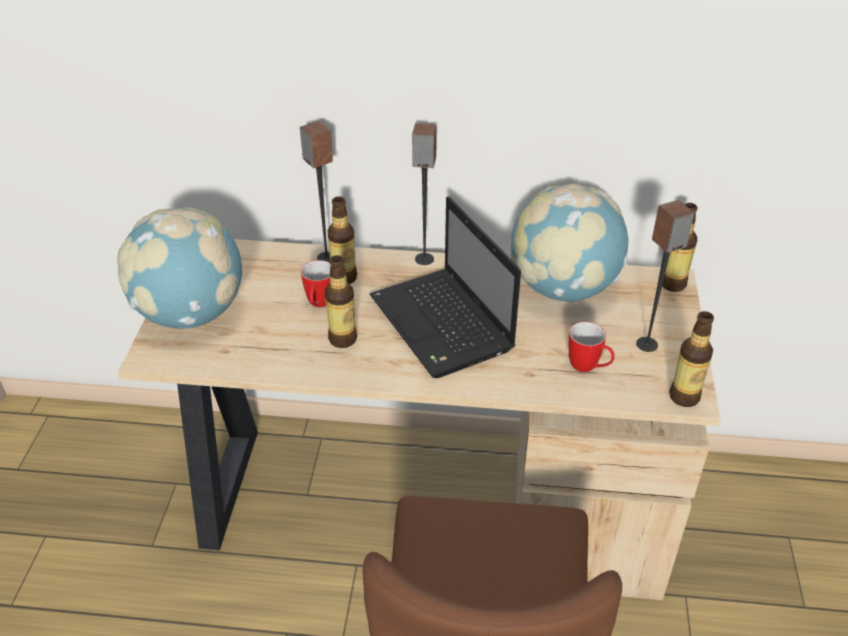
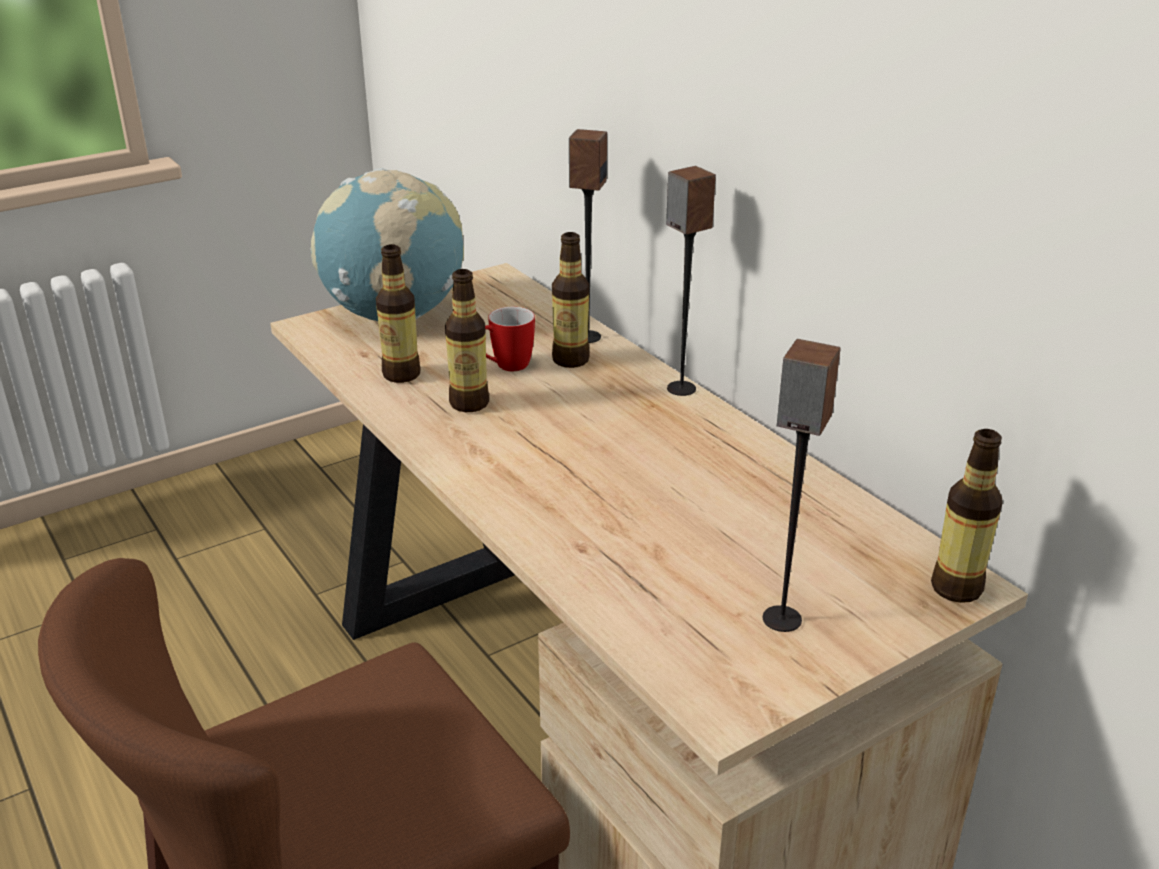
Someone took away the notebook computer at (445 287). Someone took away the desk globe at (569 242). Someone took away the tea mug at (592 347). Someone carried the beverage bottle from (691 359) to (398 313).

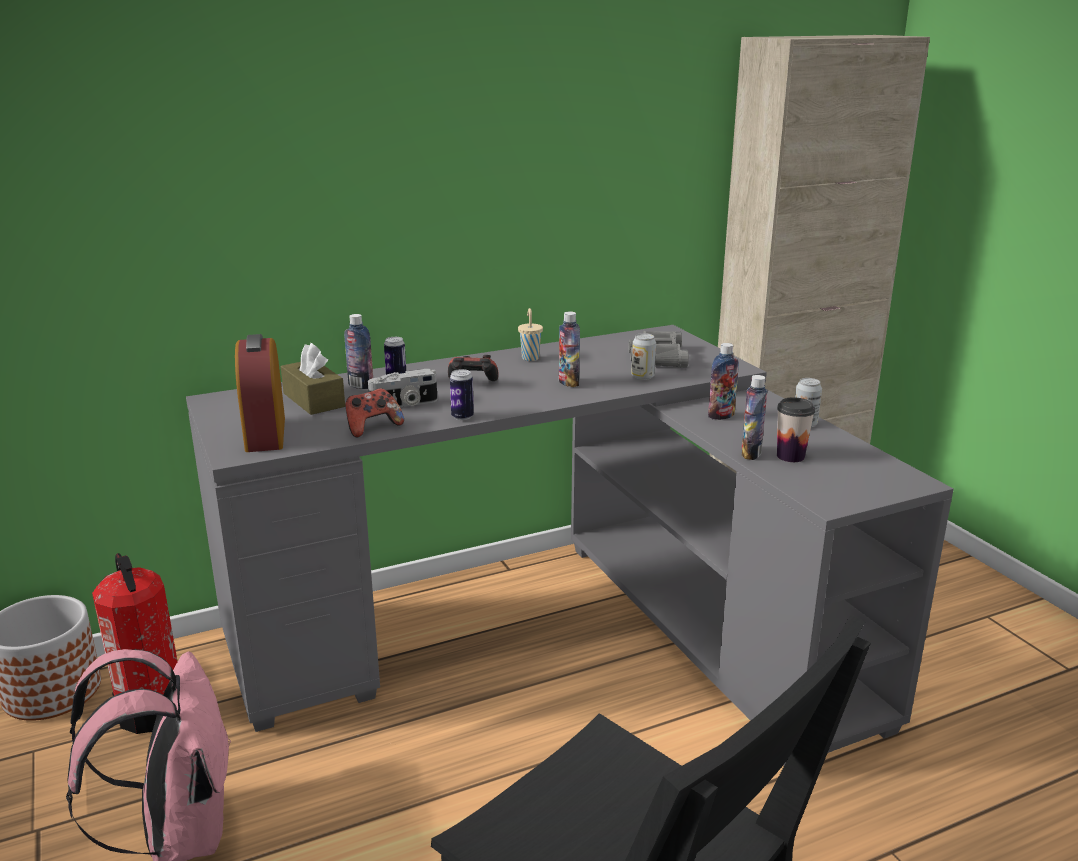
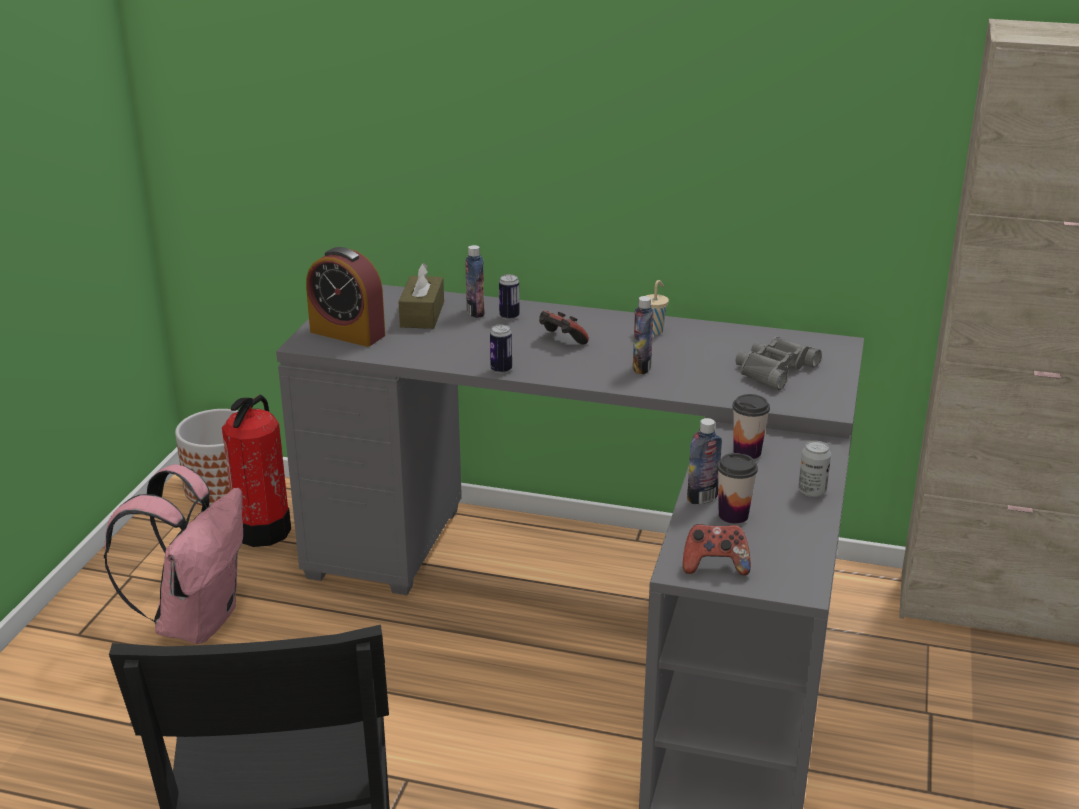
Someone rotated the alarm clock at (260 393) by 90 degrees counterclockwise. Someone carried the game controller from (374 412) to (717 549). Someone took away the photo camera at (402 388). Someone took away the can at (643 356). Someone swapped the beverage bottle at (723 381) for the cup at (751 426).

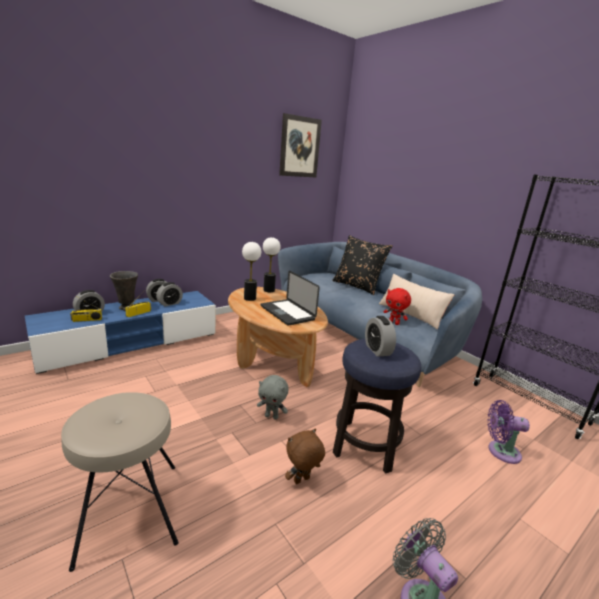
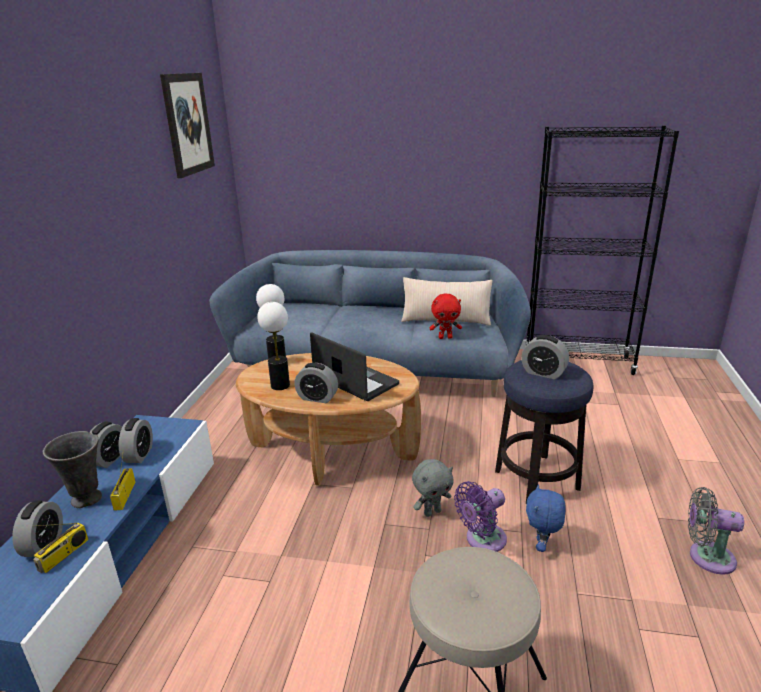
Someone rotated the notebook computer at (290 298) by 150 degrees counterclockwise. Someone repainted the brown soft toy at (305 456), which became the blue-coloured soft toy at (546 518). Someone took away the black-coloured cushion at (362 265). Someone carried the purple-coloured cooling fan from (508 432) to (480 516). Someone put down the alarm clock at (316 383).

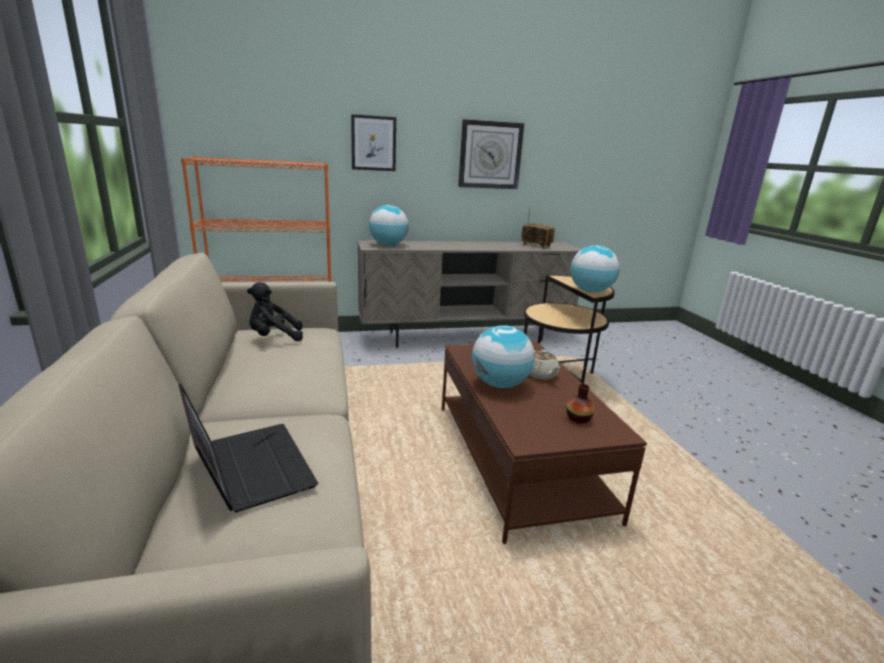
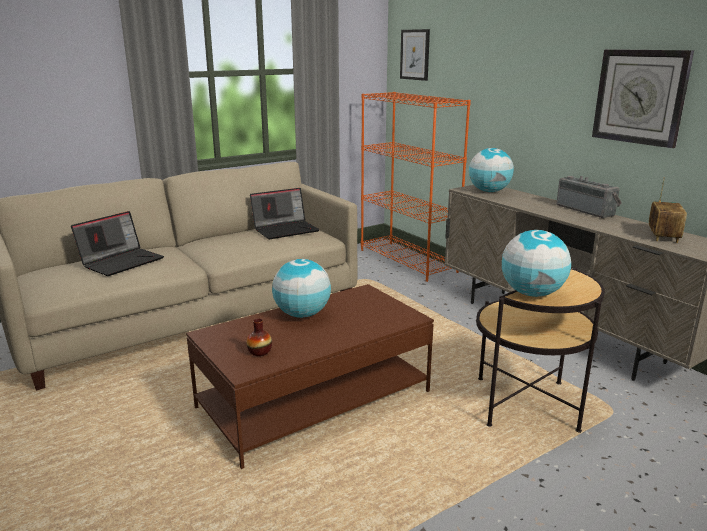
Someone swapped the black-coloured soft toy at (275 311) for the notebook computer at (285 213). Someone carried the wall art from (373 142) to (415 55). Someone took away the sand-coloured tea pot at (545 365). Someone put down the radio at (589 197).

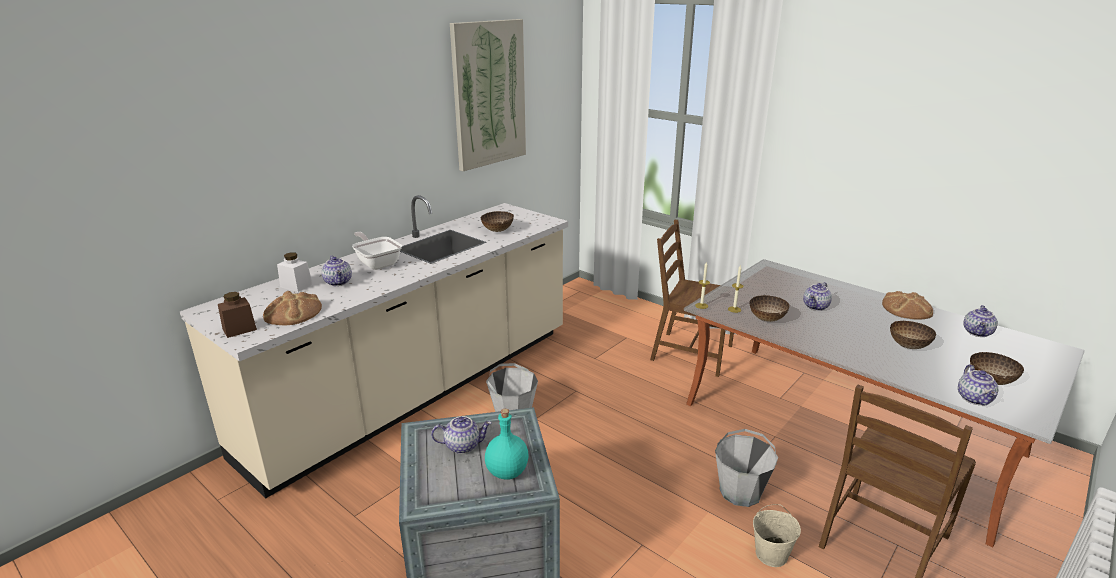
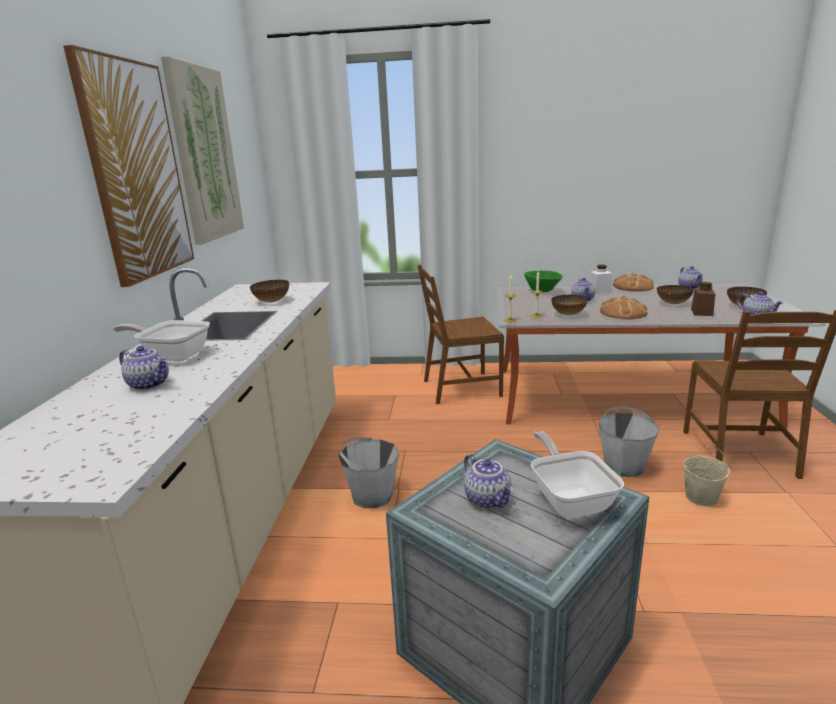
Someone carried the brown storage jar from (237 315) to (703 299). Someone carried the bakery bread from (292 308) to (624 307). Someone carried the whitish storage jar from (295 272) to (601 279). Someone rotated the tea pot at (461 435) by 105 degrees clockwise. Someone swapped the turquoise-coloured beverage bottle at (507 444) for the pan at (577 474). Someone put up the wall art at (128 166). Someone put down the greenish bowl at (543 281).

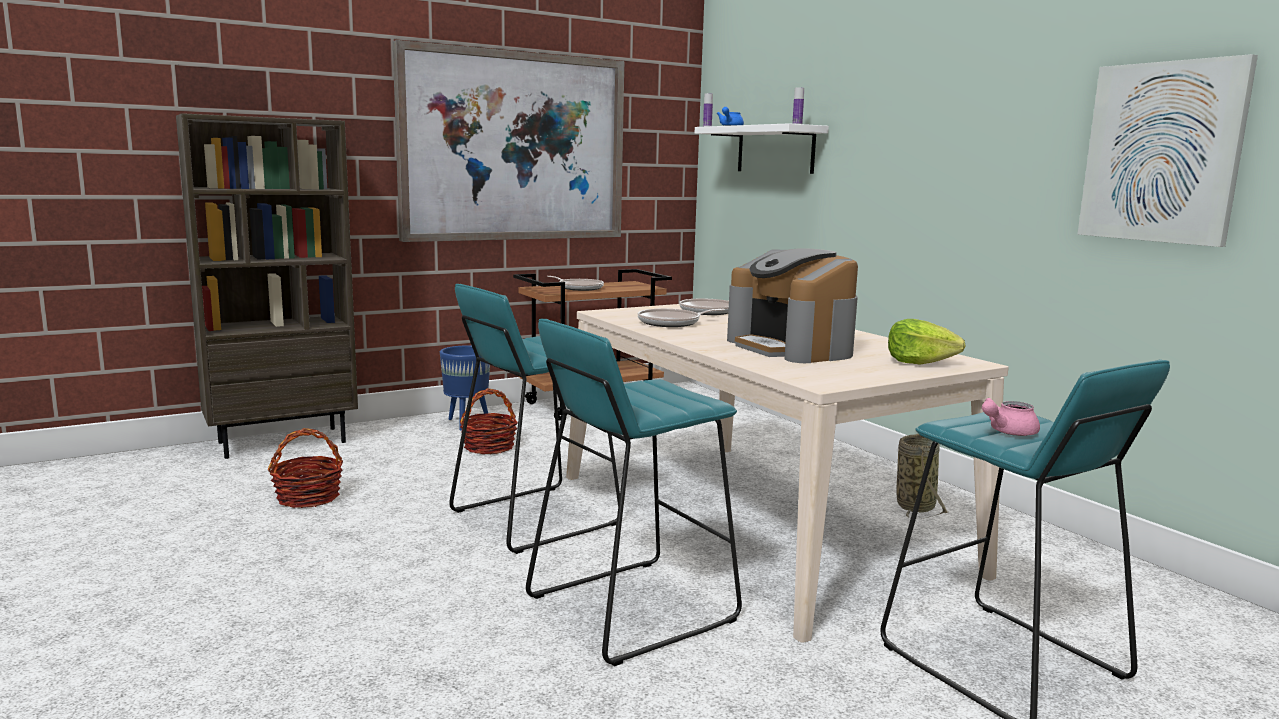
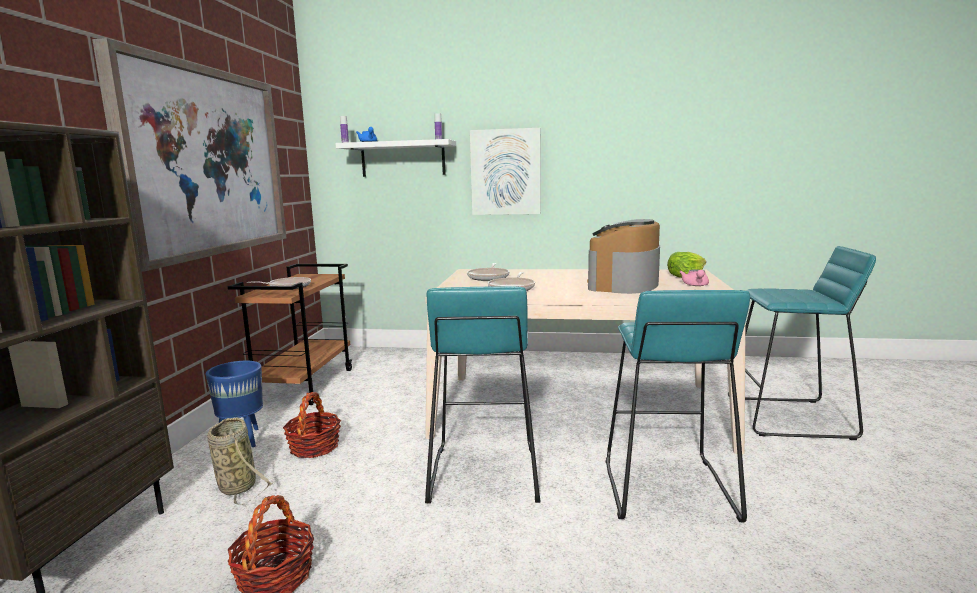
Someone rotated the coffee brewer at (792 305) by 105 degrees clockwise. Someone carried the storage basket from (922 476) to (239 461). Someone carried the pink tea pot from (1011 417) to (694 277). Someone carried the wall art from (1168 150) to (505 171).

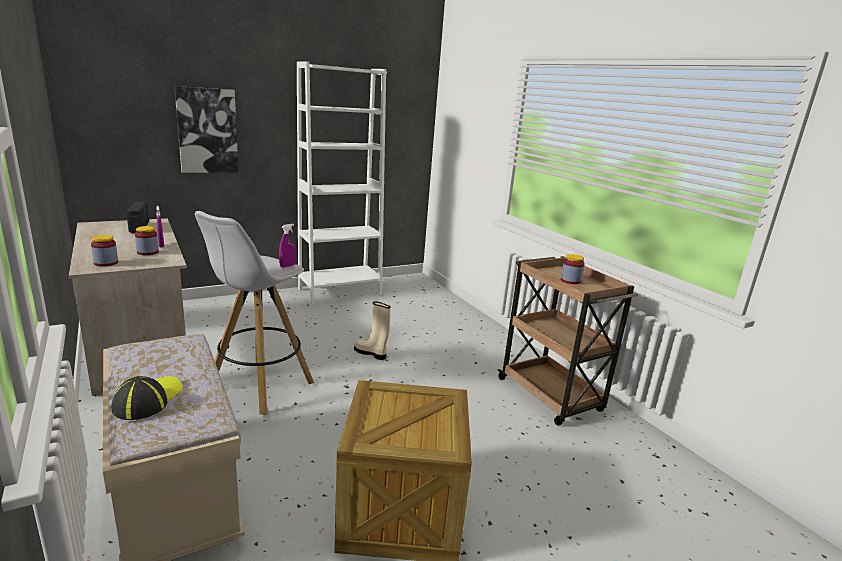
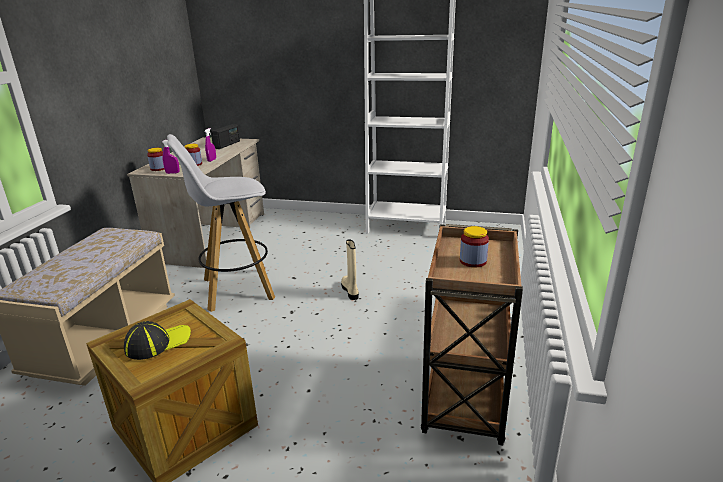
Someone carried the baseball cap from (147 398) to (157 340). Someone took away the wall art at (206 129). Someone carried the purple-coloured spray bottle from (287 246) to (171 157).

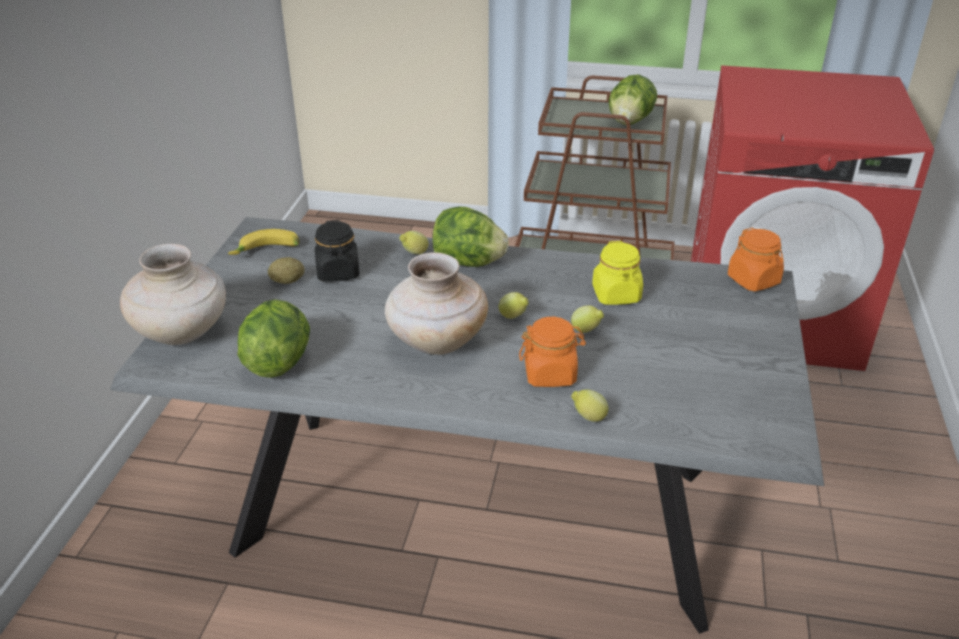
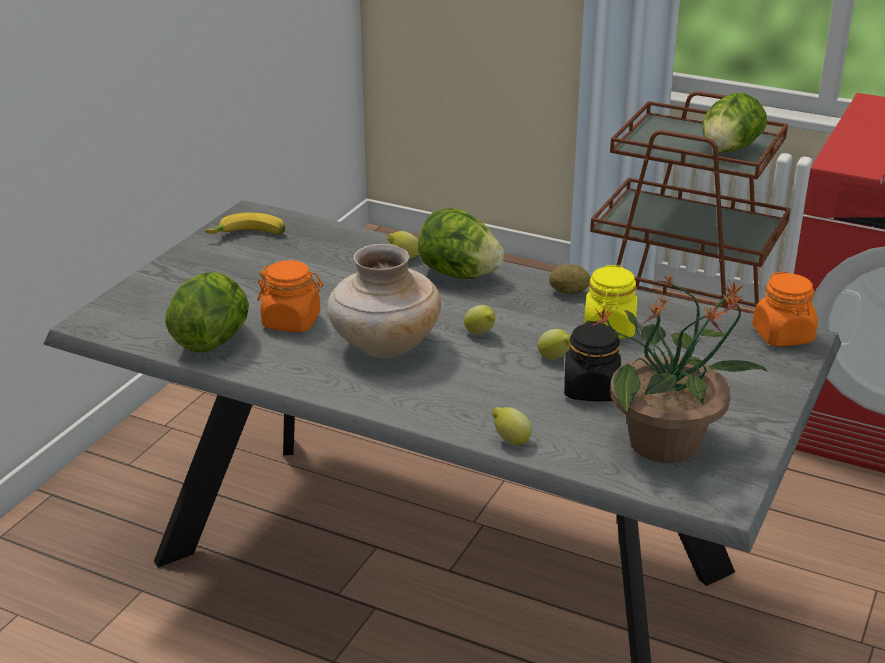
Someone took away the sand-coloured vase at (173 294). Someone carried the whole potato from (286 270) to (569 279). Someone carried the black-coloured storage jar from (337 251) to (592 361). Someone carried the orange storage jar from (552 352) to (290 296). Someone put down the plant in a pot at (679 368).

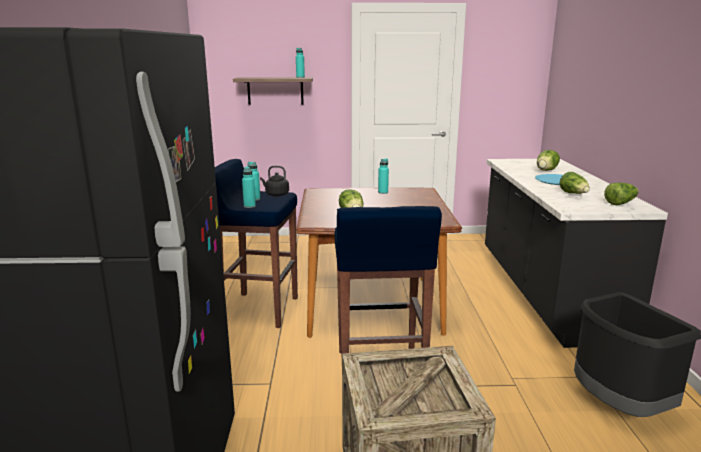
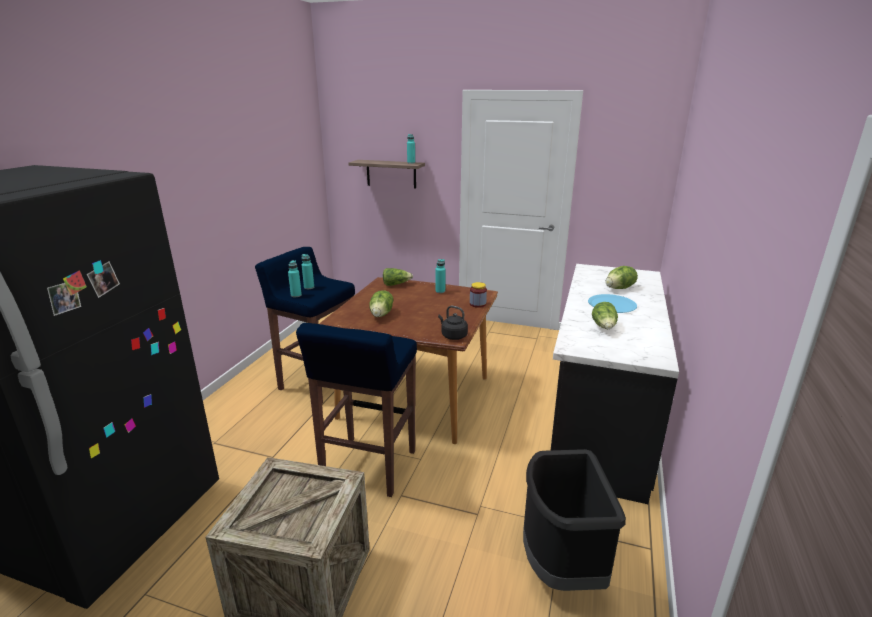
Someone carried the black-coloured kettle from (274 181) to (453 323). Someone carried the lettuce from (621 193) to (398 277). Someone put down the storage jar at (478 295).

